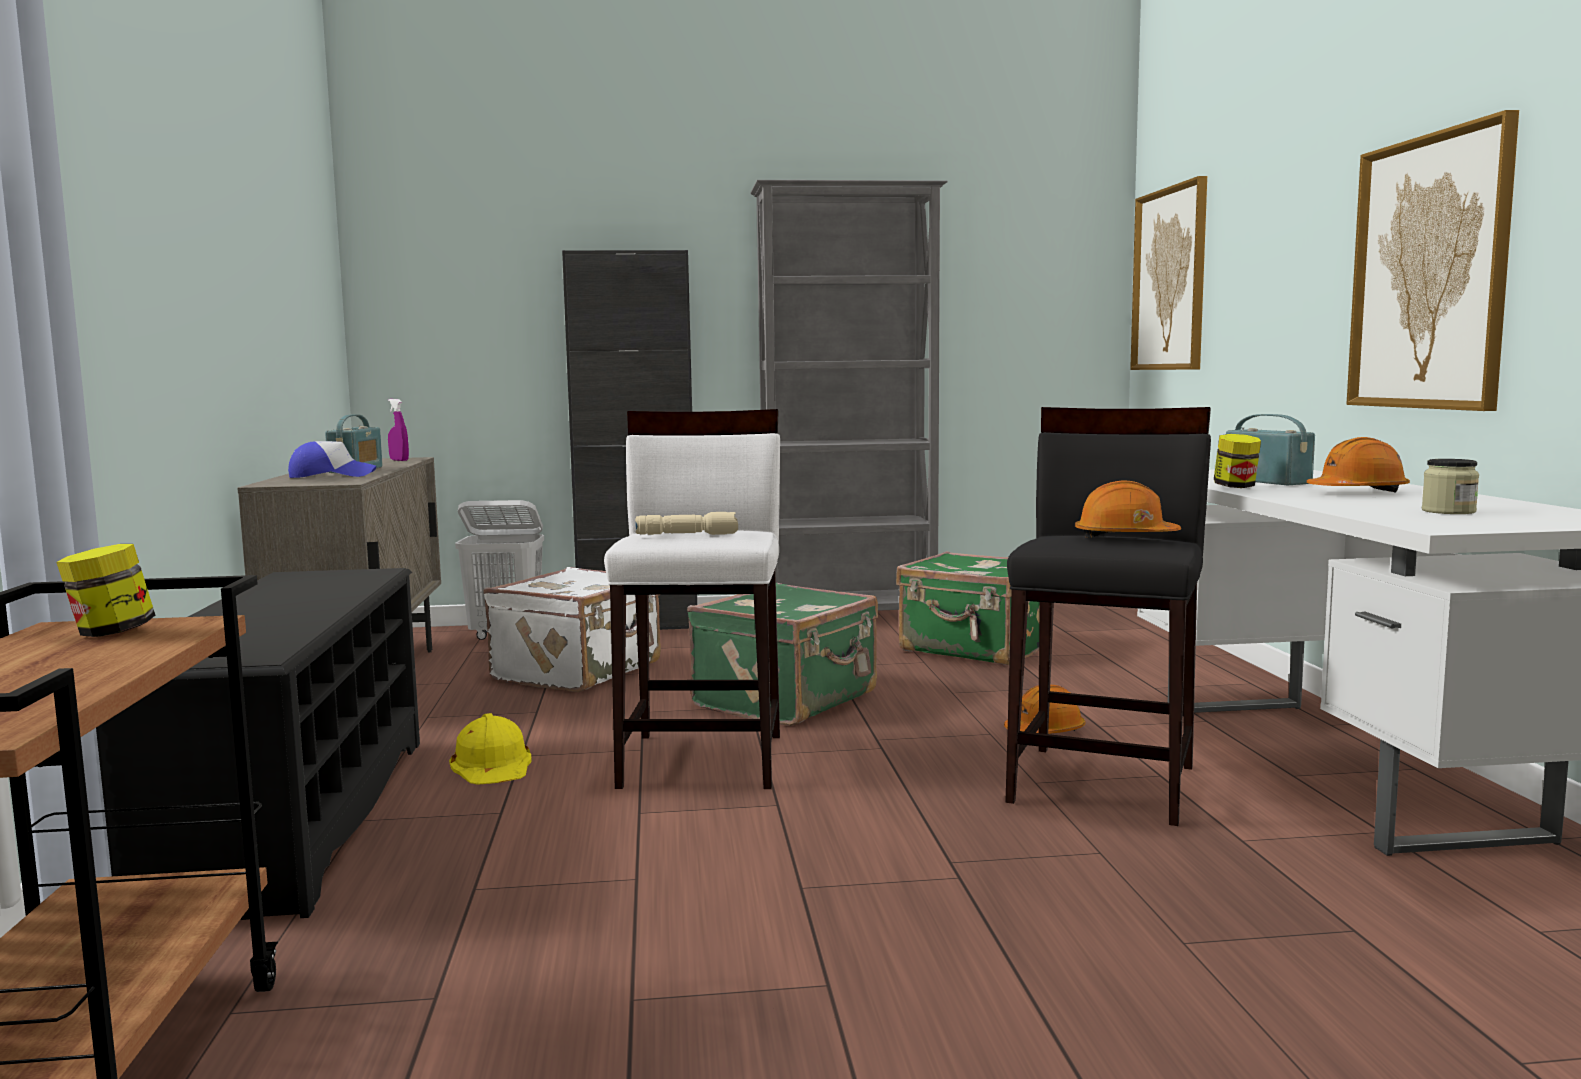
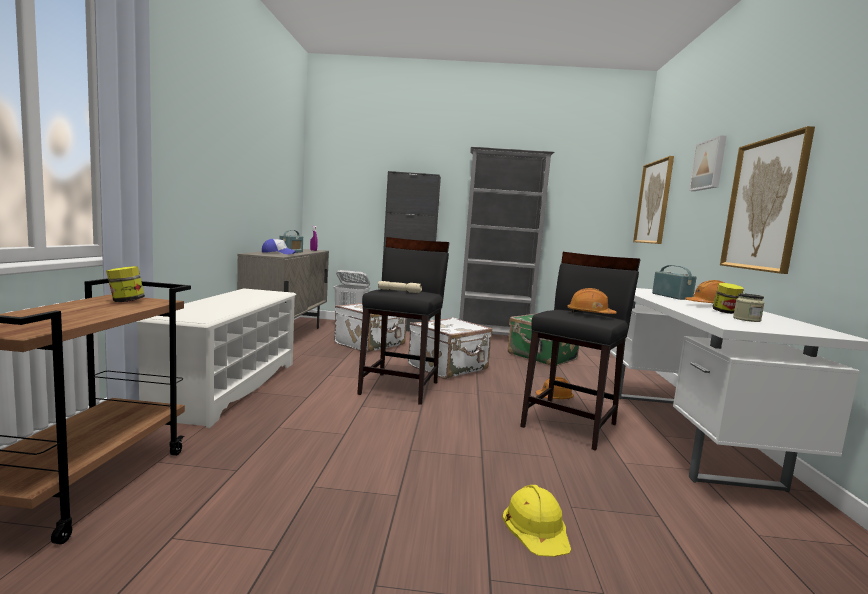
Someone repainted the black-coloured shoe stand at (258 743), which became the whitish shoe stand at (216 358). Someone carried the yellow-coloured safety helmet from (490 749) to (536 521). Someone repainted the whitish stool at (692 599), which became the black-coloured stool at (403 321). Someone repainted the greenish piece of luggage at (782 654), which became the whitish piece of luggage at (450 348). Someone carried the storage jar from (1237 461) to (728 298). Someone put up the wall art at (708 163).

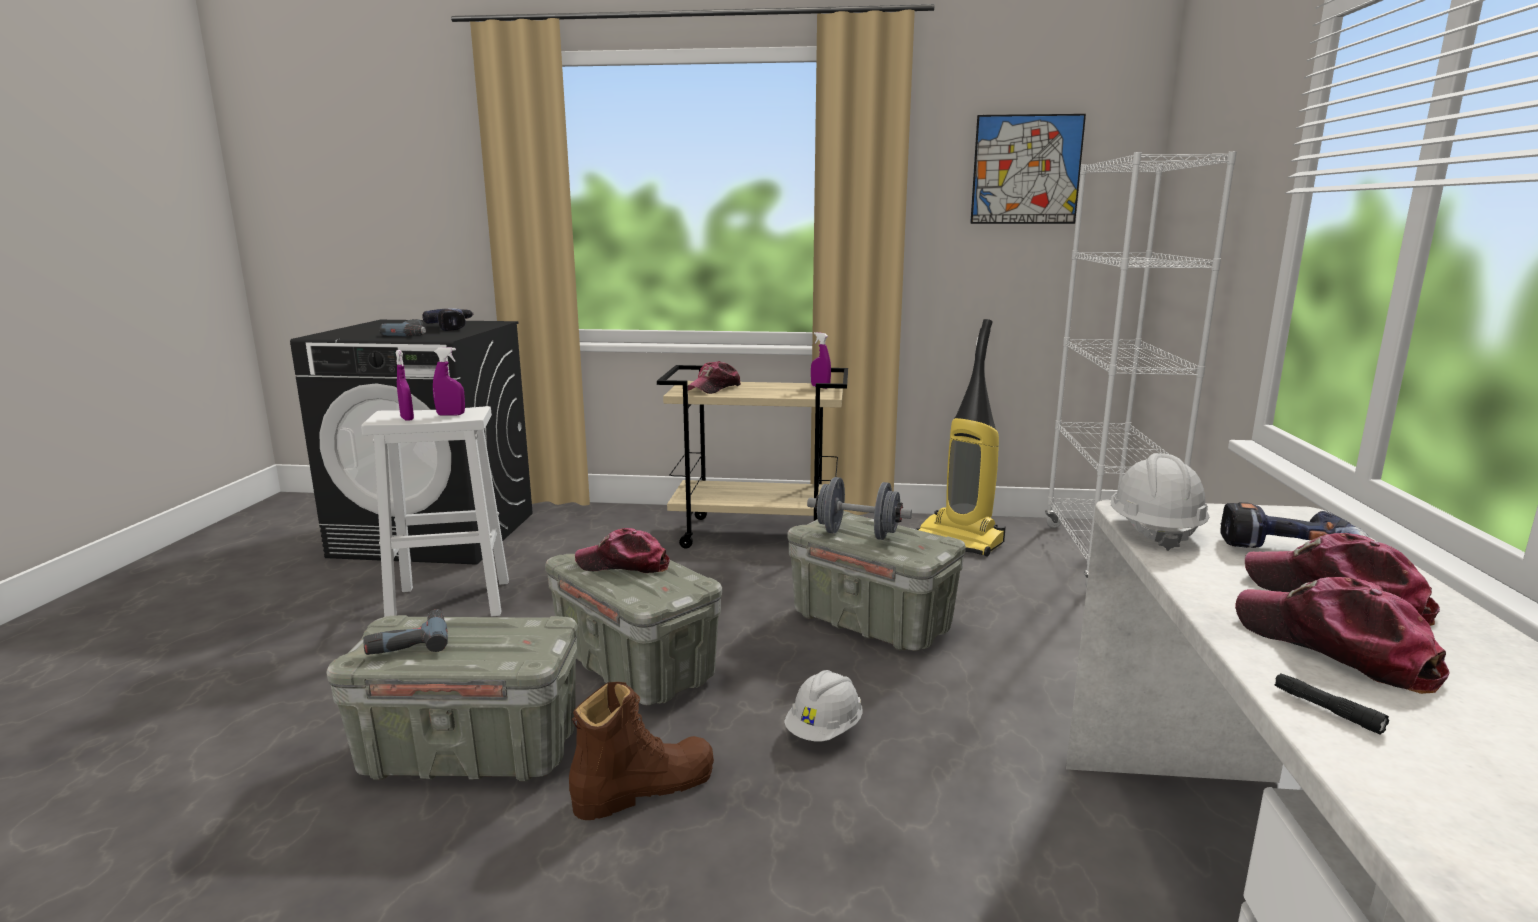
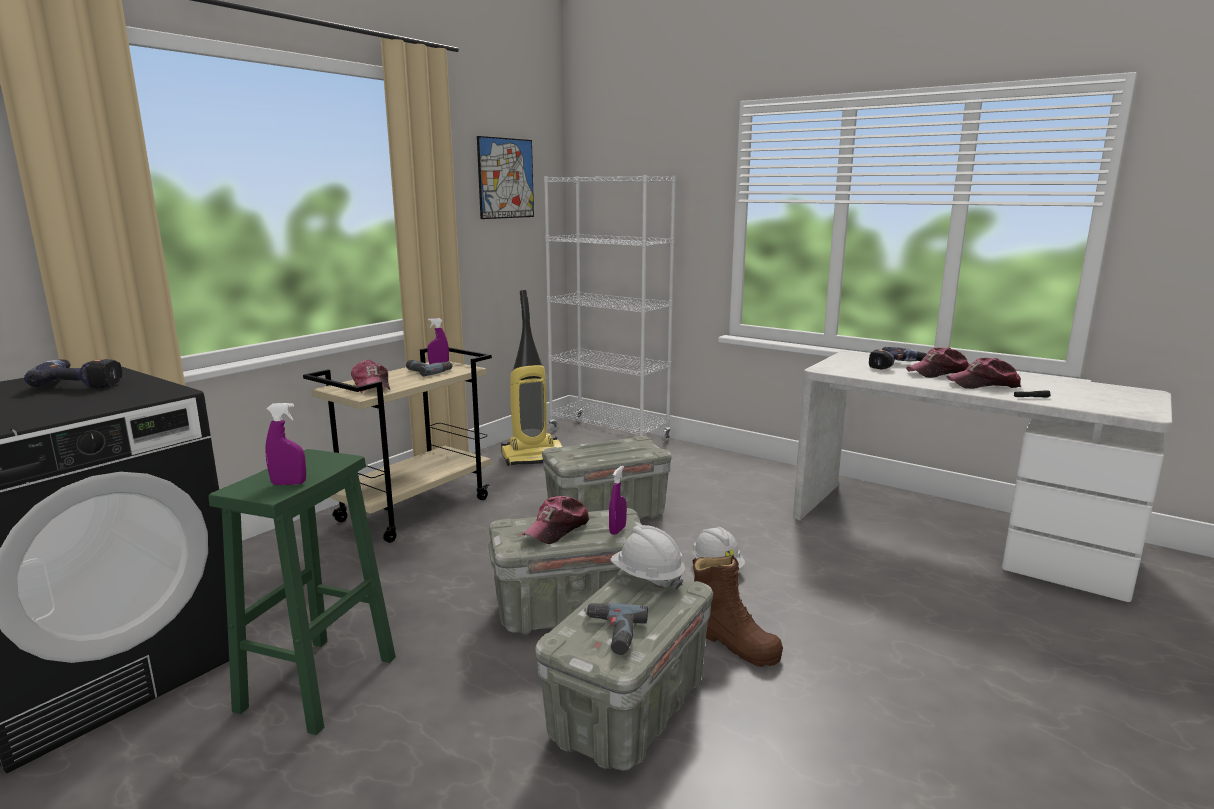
Someone repainted the whitish stool at (435 511), which became the greenish stool at (302 592). Someone carried the electric drill from (403 327) to (429 368). Someone carried the purple-coloured spray bottle from (449 381) to (618 500). Someone rotated the brown high-top boot at (641 751) by 135 degrees clockwise. Someone took away the gray hand weight at (859 508). Someone carried the whitish safety helmet from (1160 502) to (648 557).

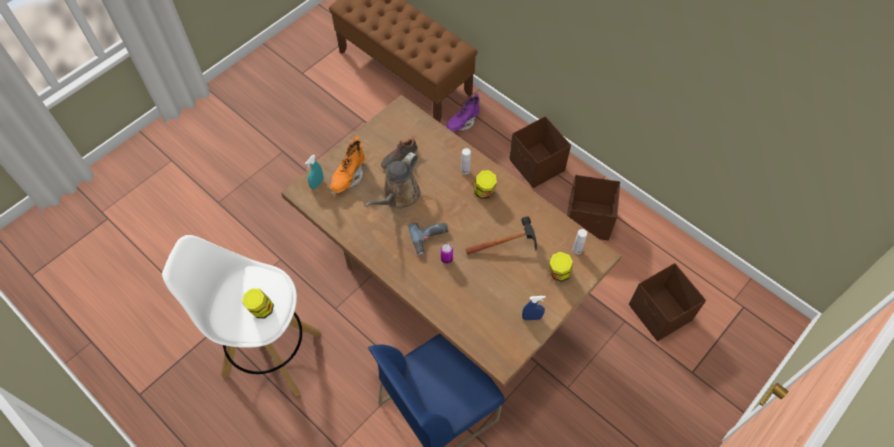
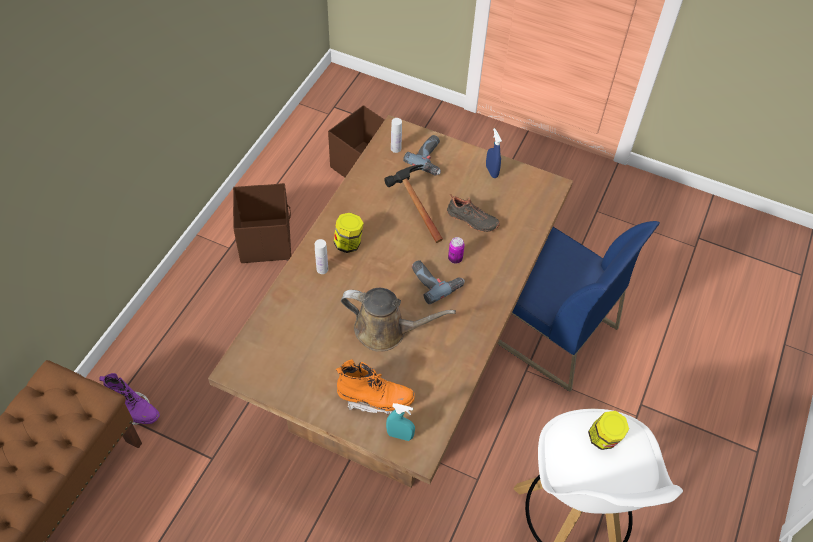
Someone carried the black-coloured item of footwear from (399 153) to (473 213). Someone took away the brown storage bin at (540 152). Someone swapped the storage jar at (561 267) for the electric drill at (422 155).

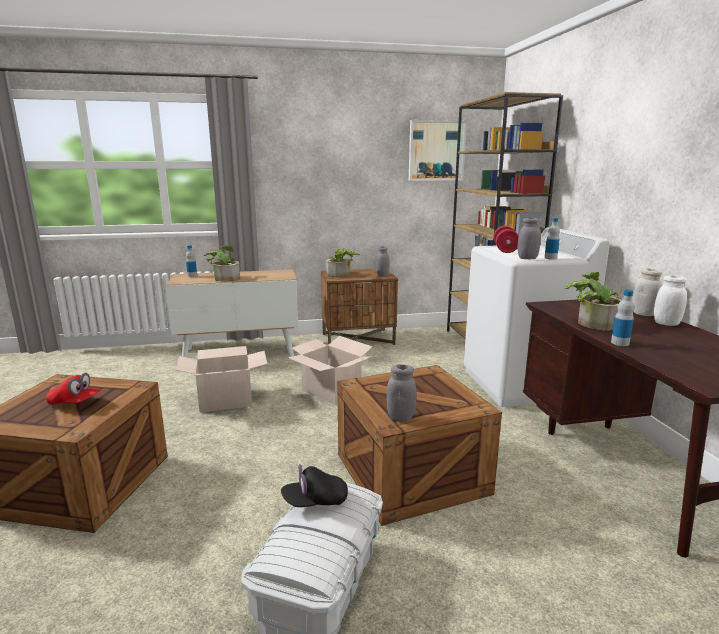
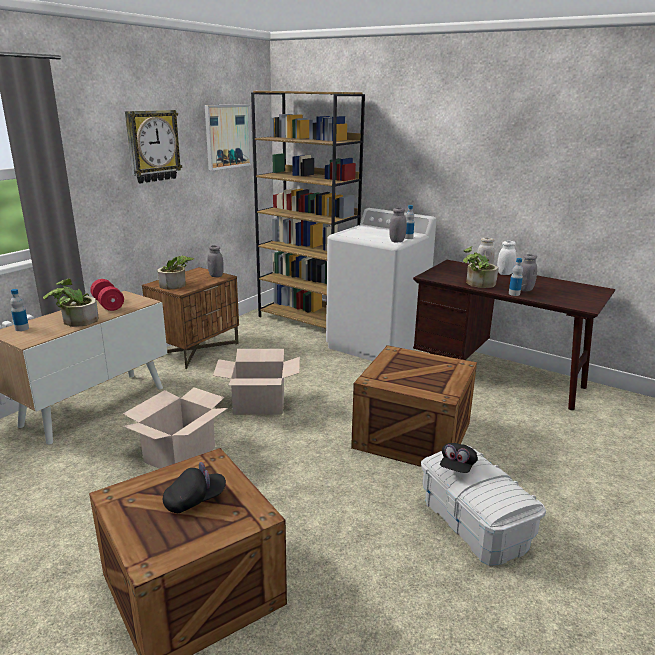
Someone repainted the reddish baseball cap at (73 389), which became the black-coloured baseball cap at (194 487). Someone carried the gray storage jar from (401 392) to (529 272). Someone carried the reddish hand weight from (506 239) to (107 295). Someone put up the hanging clock at (153 146).

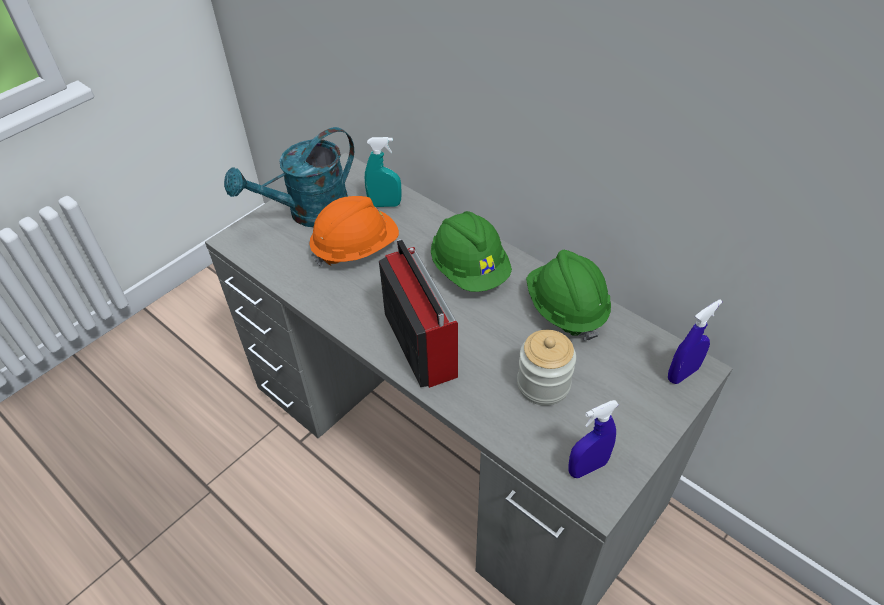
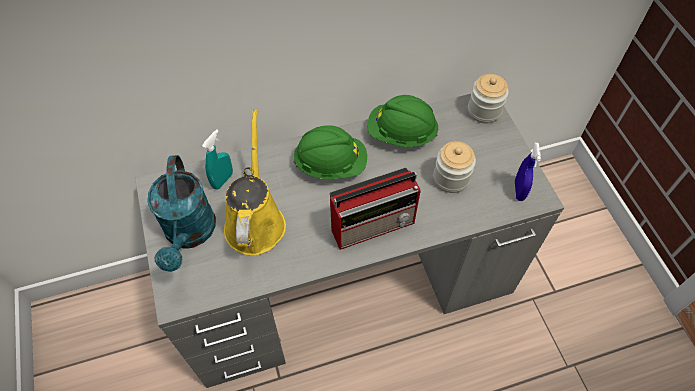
Someone swapped the orange safety helmet at (354 231) for the yellow-coloured watering can at (255 182). Someone rotated the radio at (418 313) by 150 degrees clockwise. Someone swapped the blue-coloured spray bottle at (695 342) for the storage jar at (488 98).

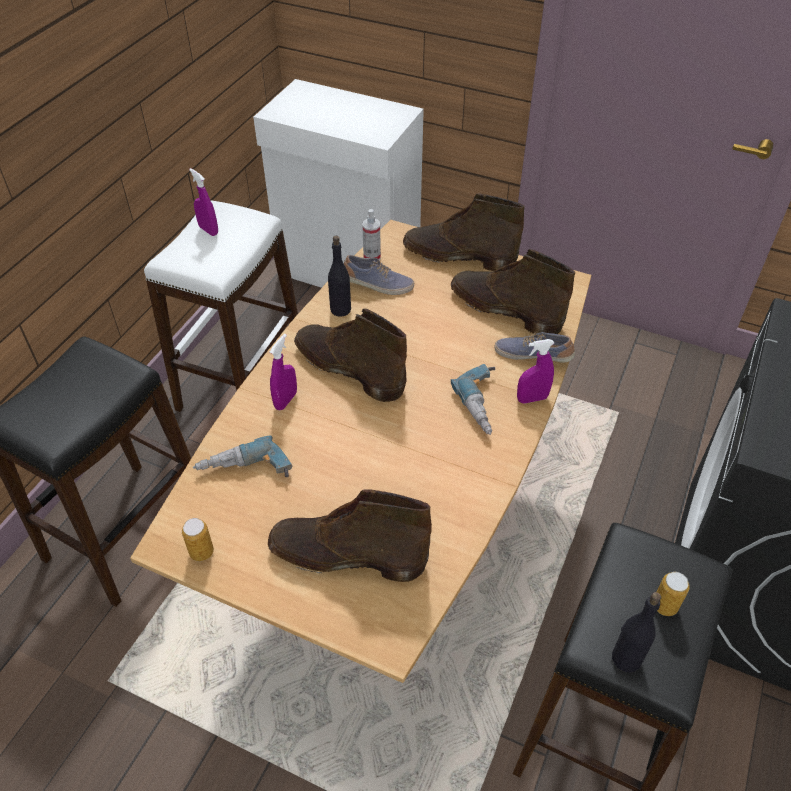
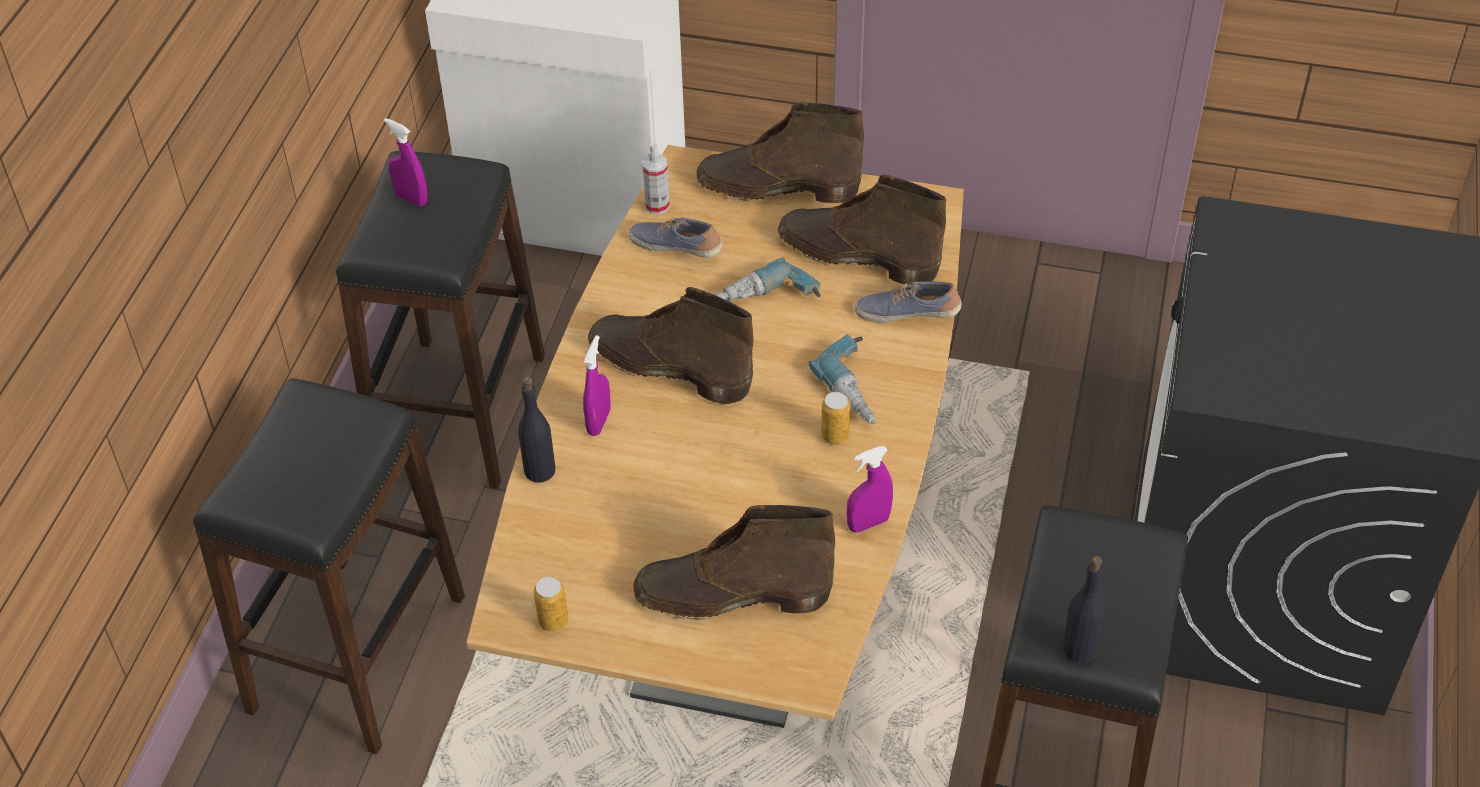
Someone repainted the whitish stool at (221 306), which became the black-coloured stool at (440 320). Someone carried the electric drill from (242 456) to (767 279). Someone carried the black-coloured beverage bottle from (339 276) to (536 429). Someone rotated the item of footwear at (379 275) by 150 degrees counterclockwise. Someone carried the purple-coloured spray bottle from (535 371) to (869 489). Someone carried the can from (673 594) to (836 418).

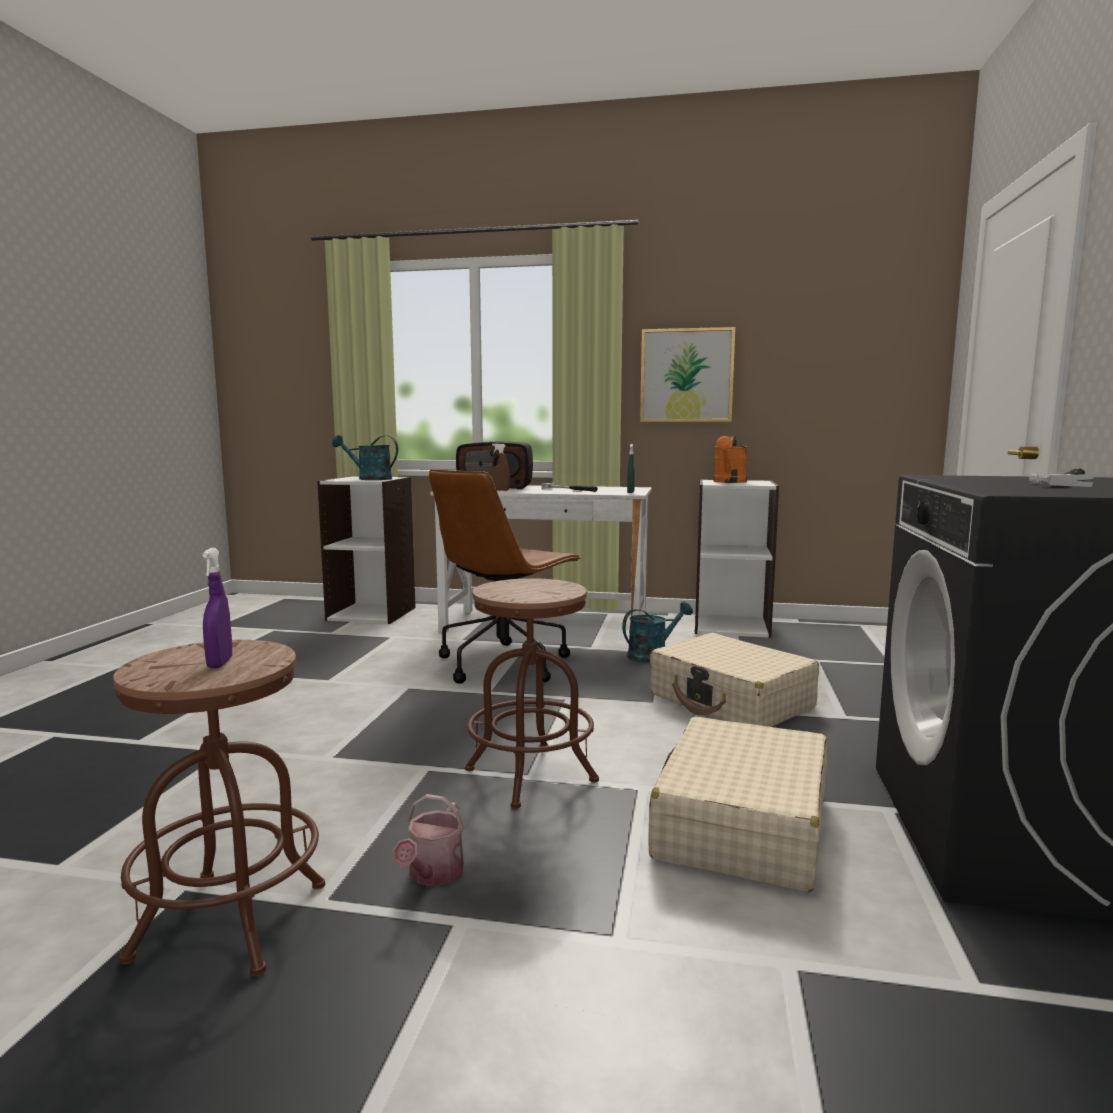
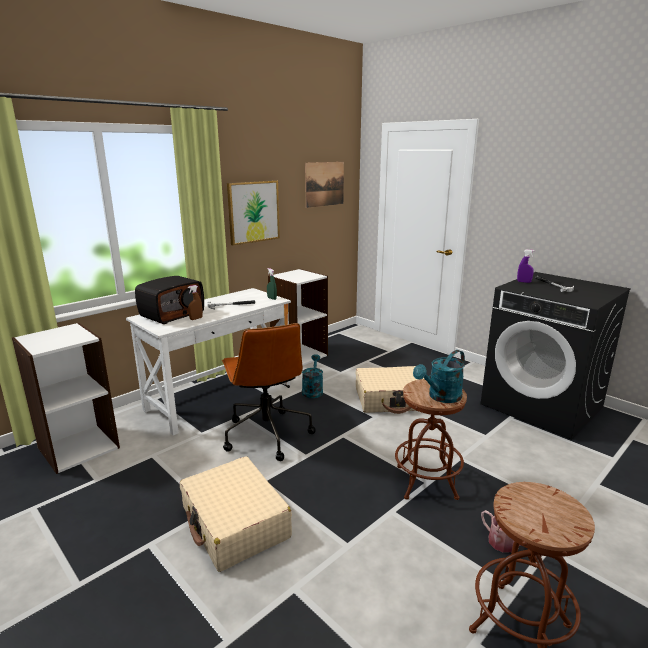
Someone carried the purple-coloured spray bottle from (217 608) to (526 266). Someone carried the turquoise-coloured watering can from (365 457) to (439 376). Someone carried the sand-coloured piece of luggage from (738 804) to (236 514). Someone took away the orange watering can at (730 459). Someone put up the wall art at (324 185).

